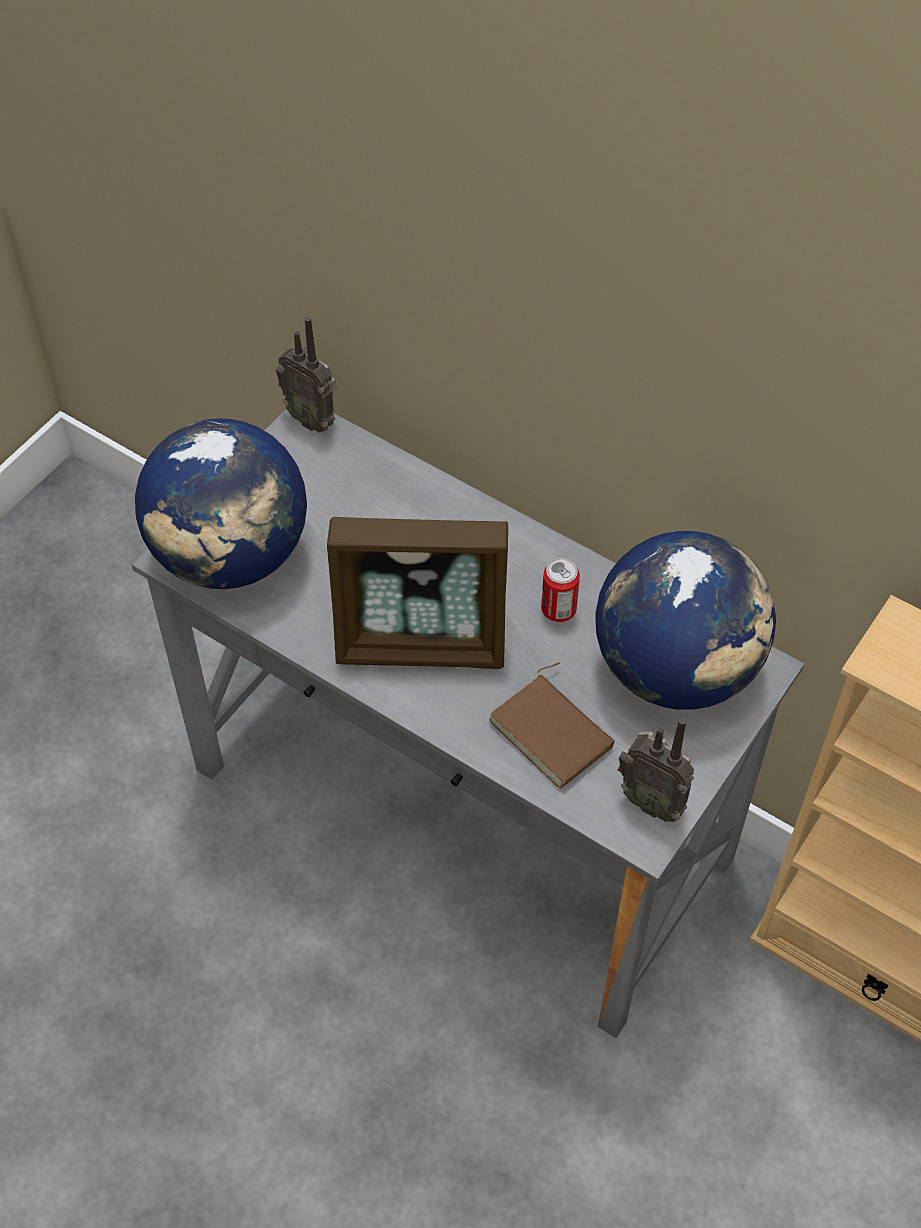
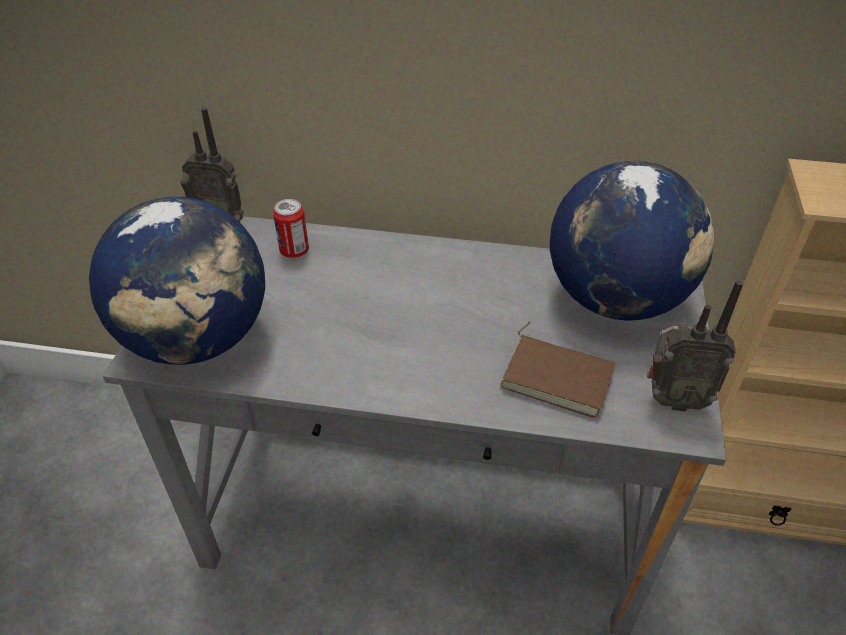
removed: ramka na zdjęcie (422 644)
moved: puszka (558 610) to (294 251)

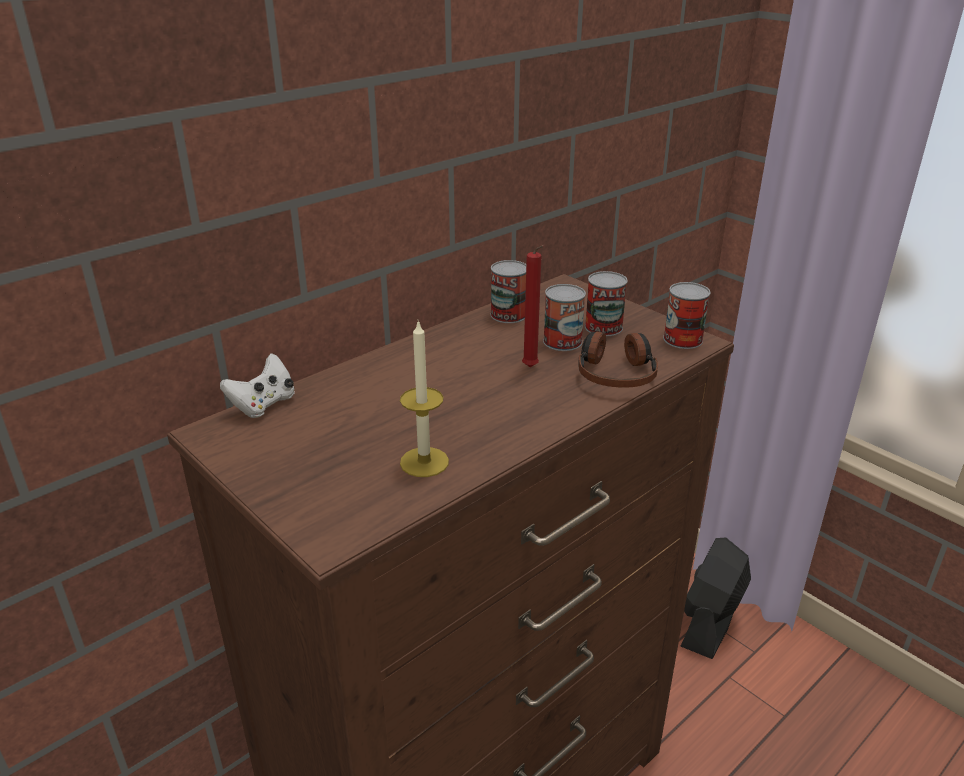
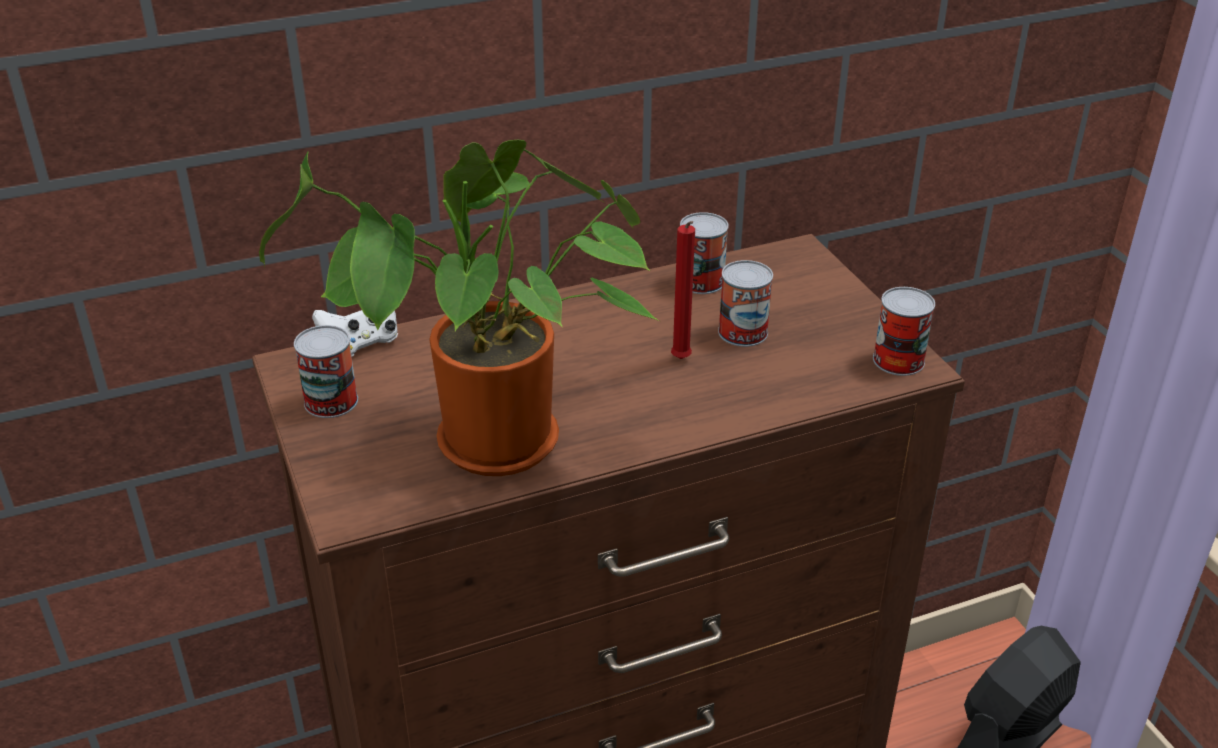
removed: słuchawki (615 372)
moved: puszka (603 327) to (331 401)
replaced: świeca (424 462) to roślina doniczkowa (489 451)

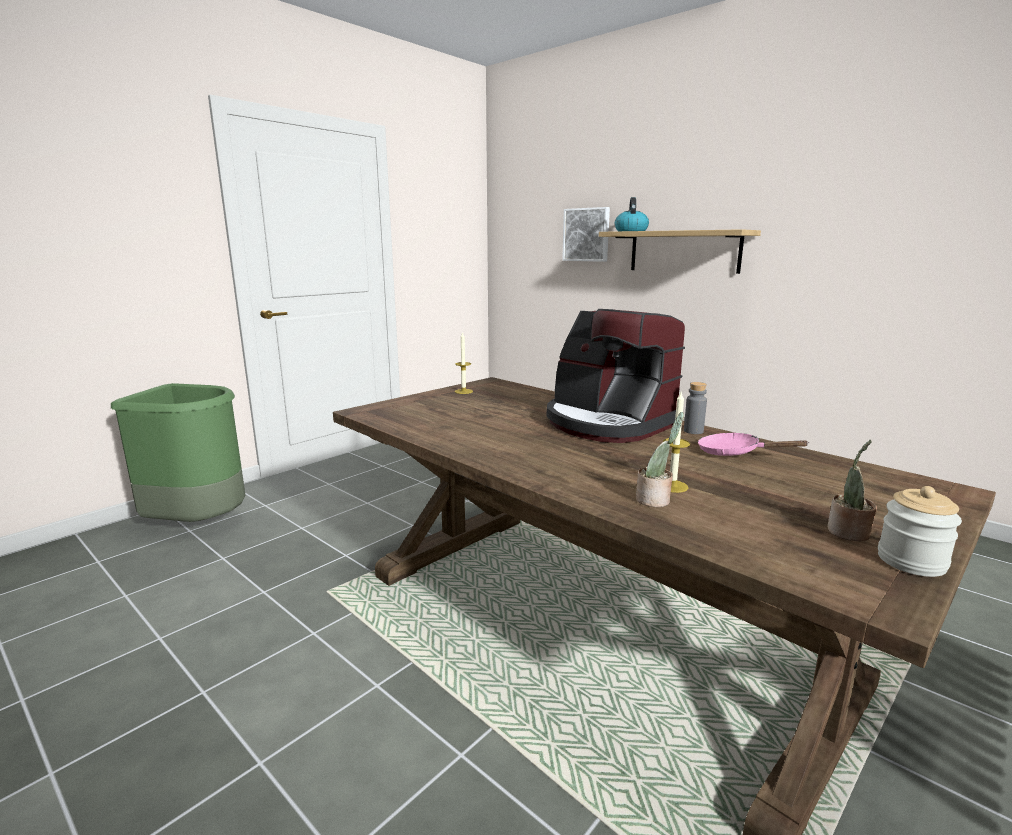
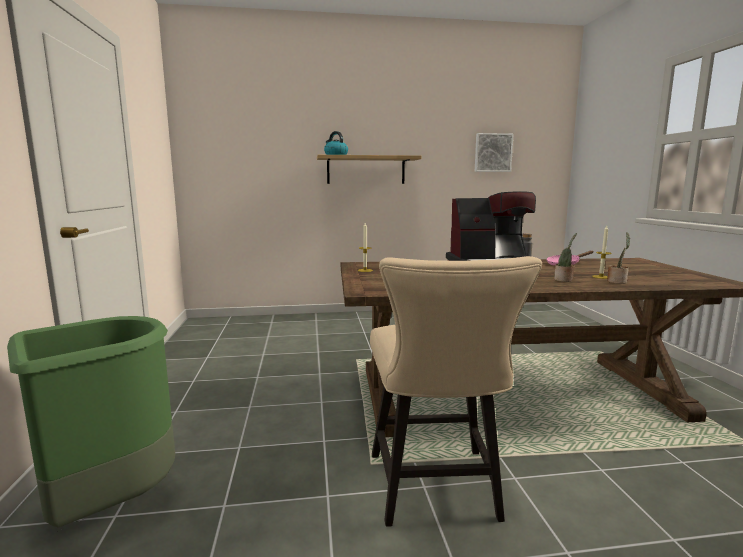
removed: słoik (911 561)
added: krzesło/beżowy (436 492)
moved: obraz (587 234) to (492 153); roślina doniczkowa (848 533) to (564 280)

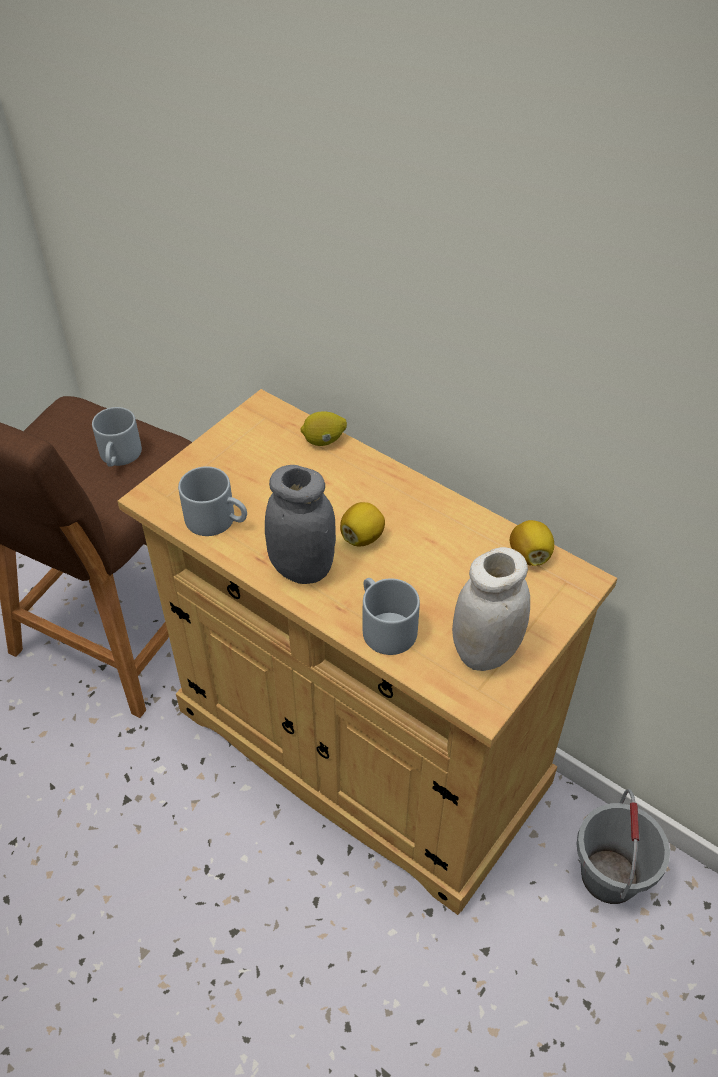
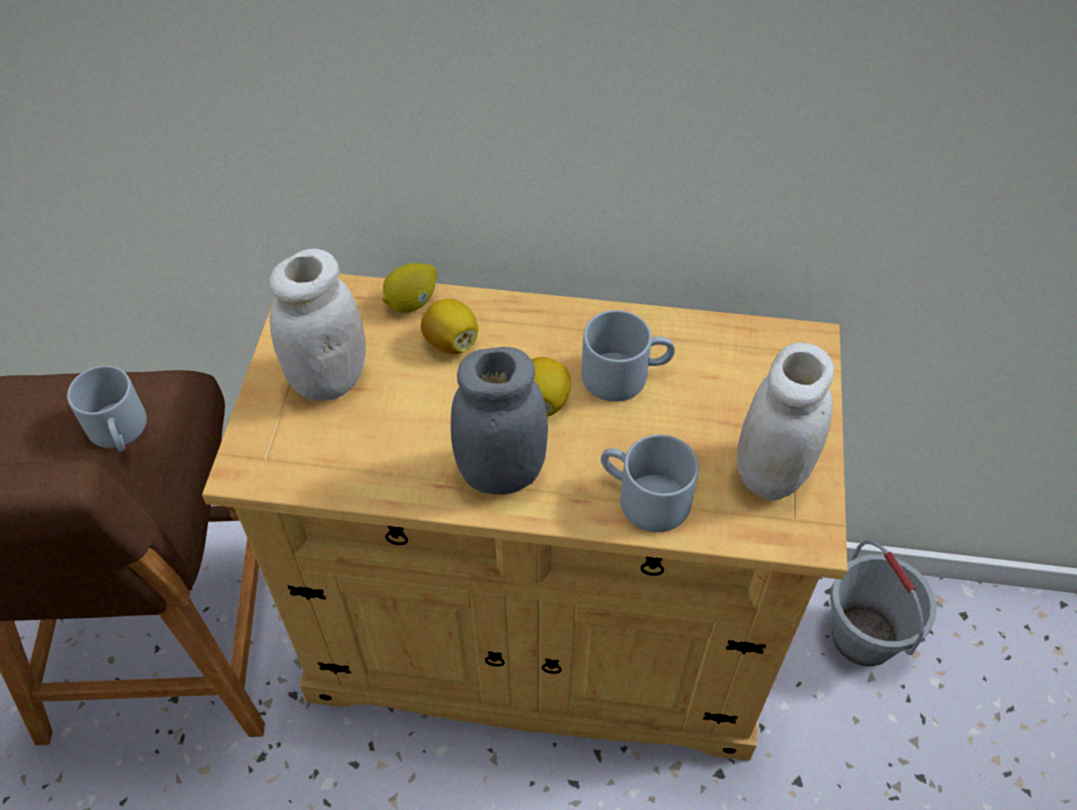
added: słoik/biały (329 379)
moved: cytryna (529 555) to (451 342); kubek/szary (218 520) to (625 373)

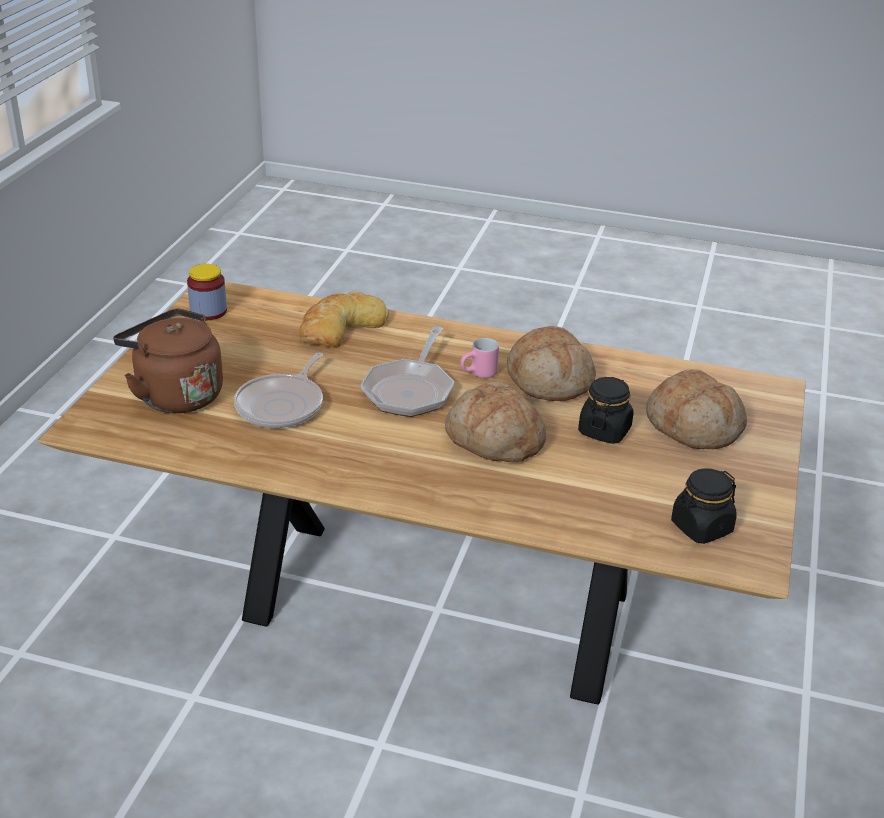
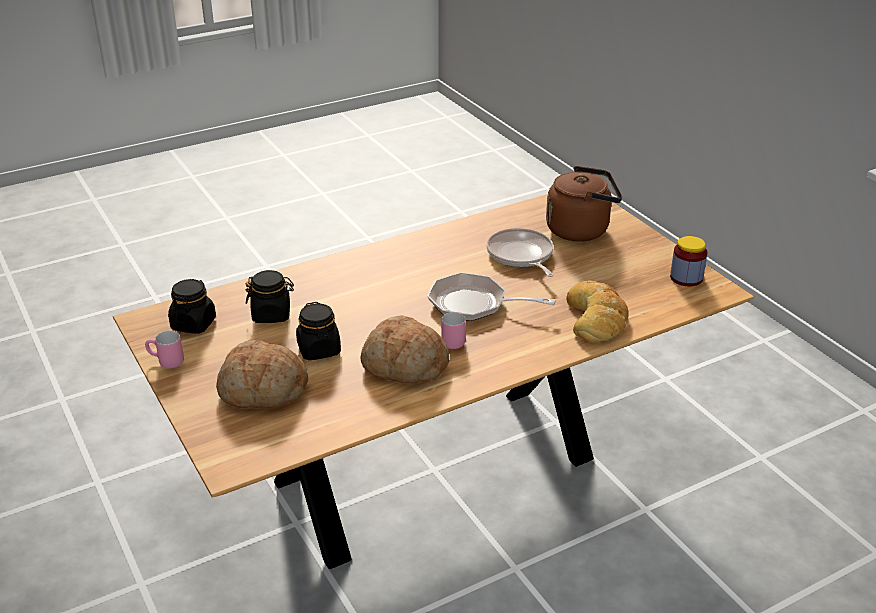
removed: chleb (494 439)
added: kubek/różowy (165 362); słoik/czarny (271 314)
turned: patelnia (410 390) = (474 304) 45 degrees counterclockwise

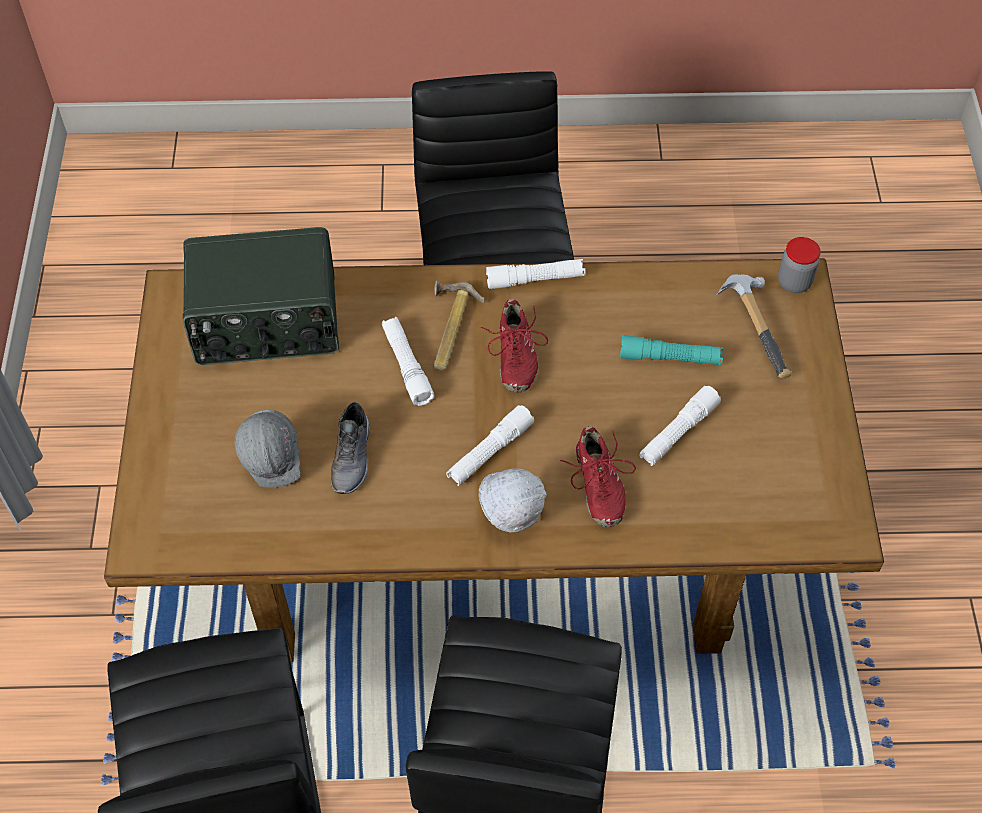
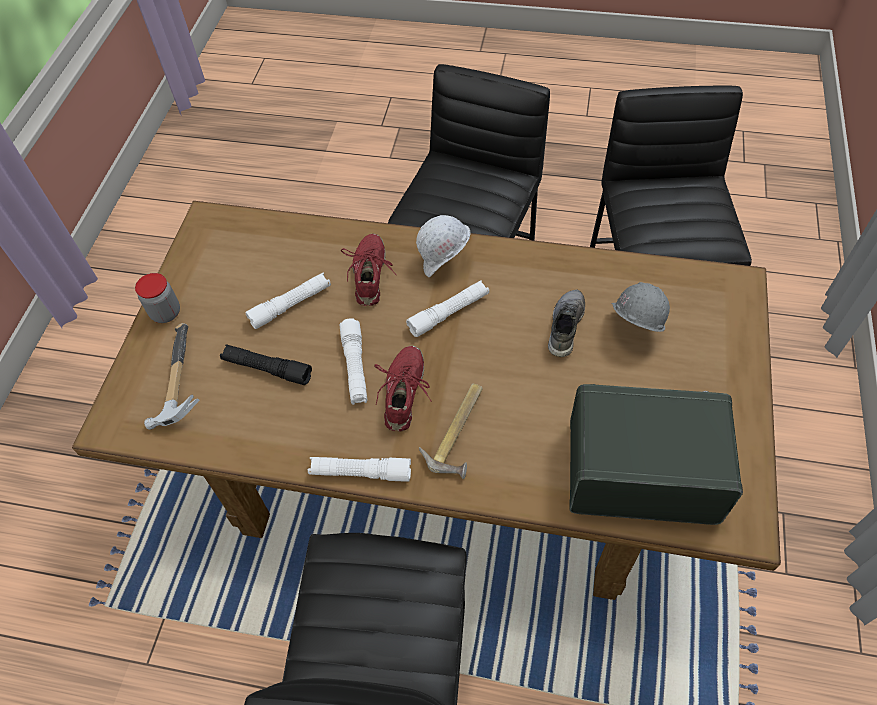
moved: słoik (794 282) to (166 313); latarka/biały (407 366) to (355 367)
recoloured: latarka/turkusowy (670 358) to latarka/czarny (267 369)

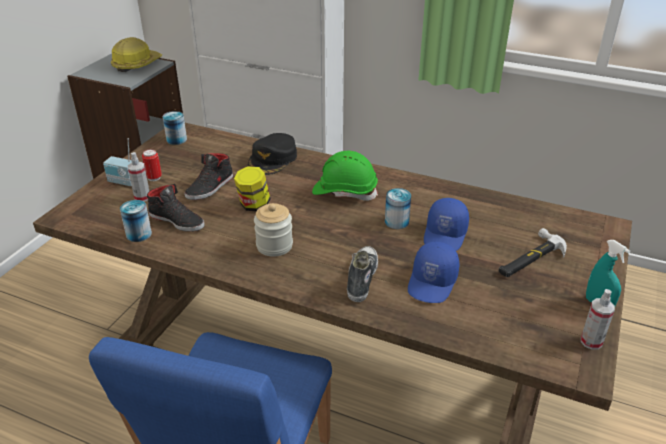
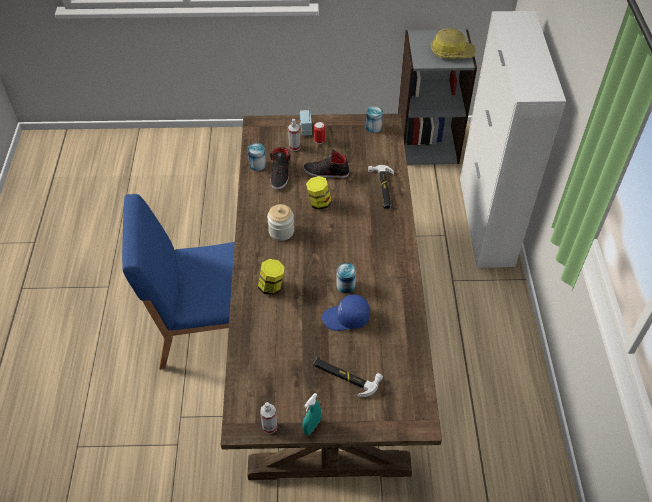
removed: kask/zielony (344 191); czapka z daszkiem/niebieski (433 282)
replaced: but (361 278) to słoik (272 286); czapka z daszkiem/czarny (273 159) to młotek (383 188)

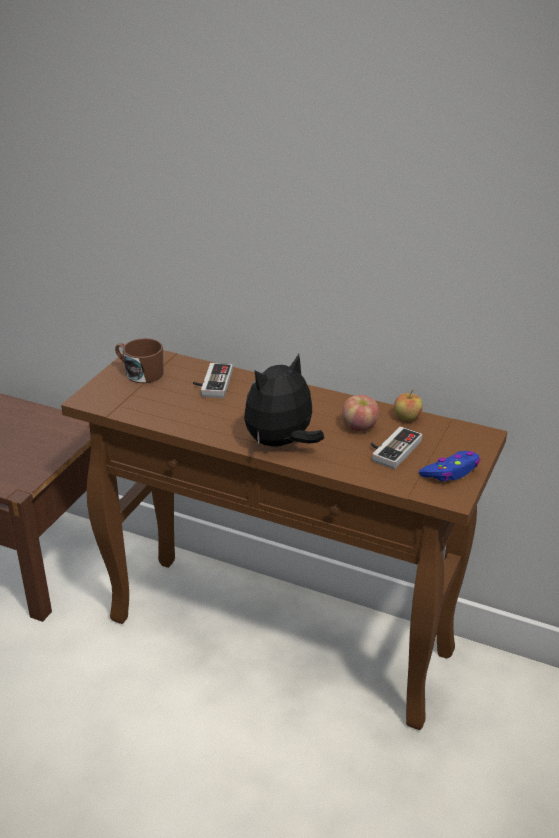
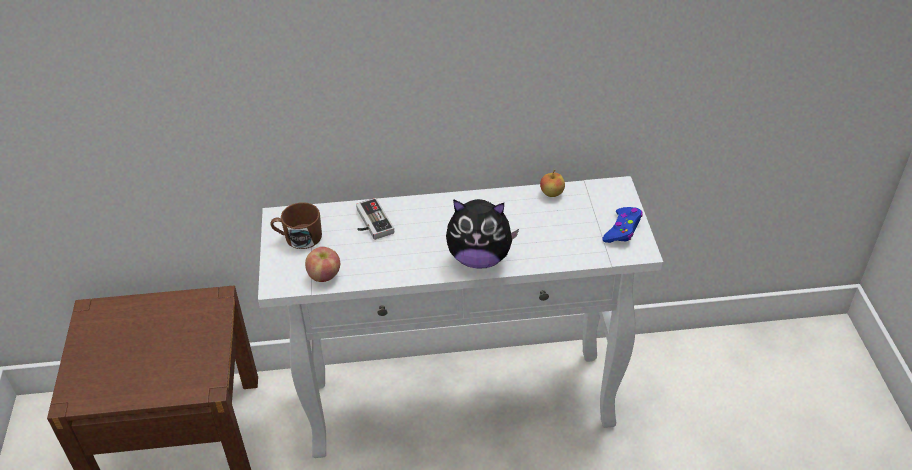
removed: pad do gier (391 449)
moved: jabłko (359 427) to (324 275)
recoloured: stolik konsolowy/brązowy (282 637) to stolik konsolowy/biały (462 403)
turned: pluszak (281 444) = (479 258) 105 degrees counterclockwise

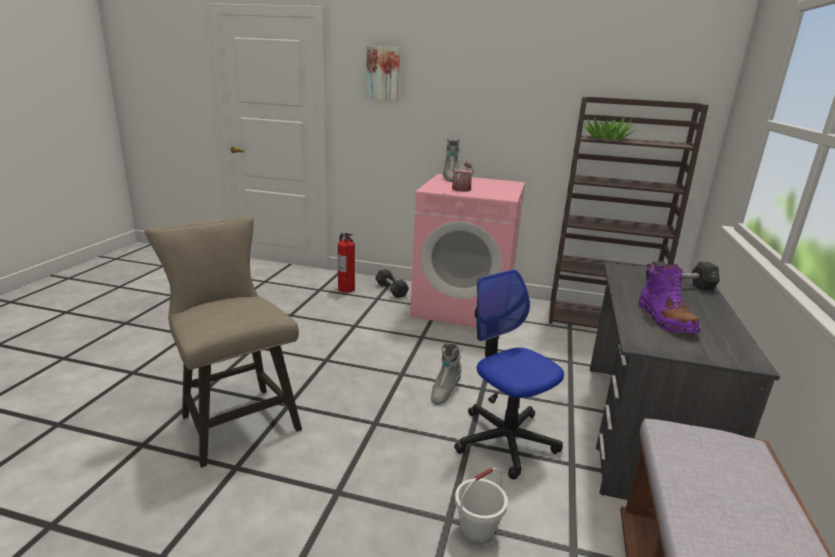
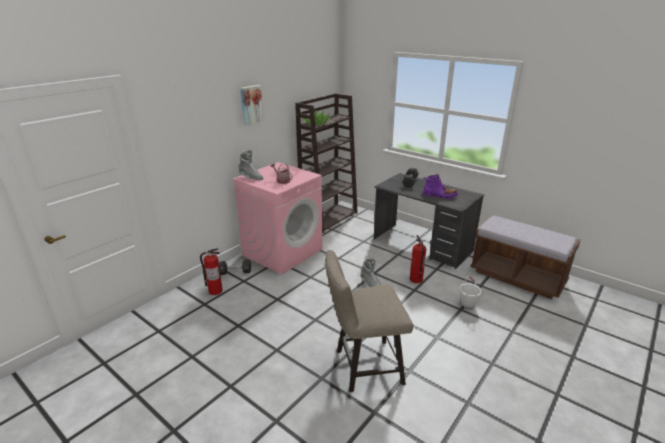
moved: obraz (383 73) to (251 104)
replaced: krzesło biurowe (505 440) to gaśnica (416 279)

